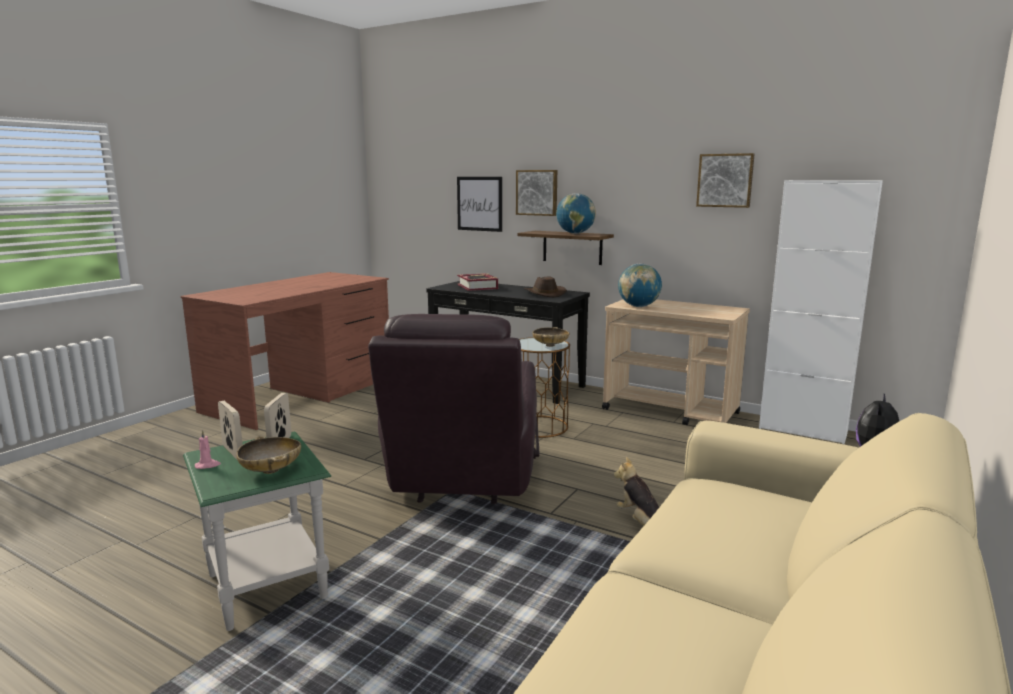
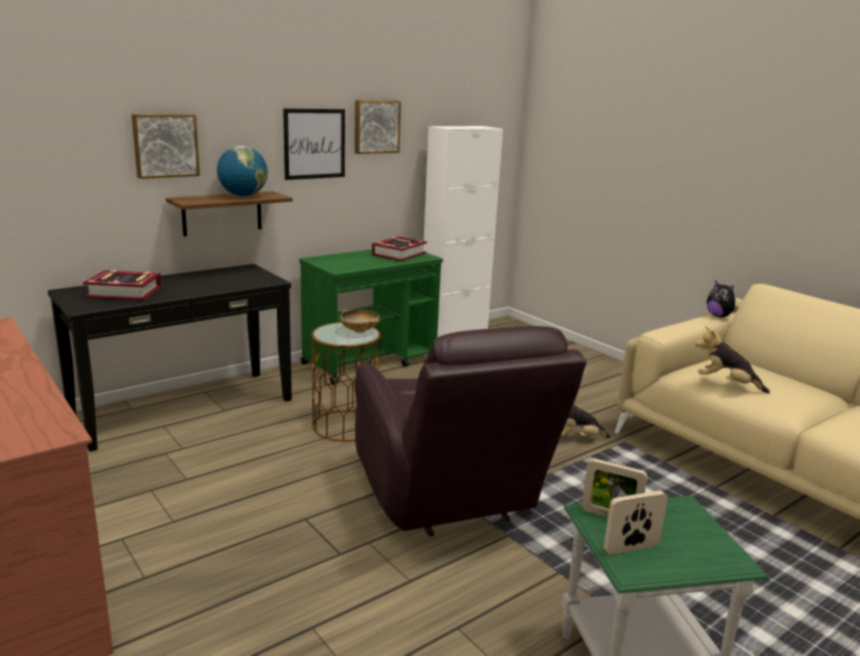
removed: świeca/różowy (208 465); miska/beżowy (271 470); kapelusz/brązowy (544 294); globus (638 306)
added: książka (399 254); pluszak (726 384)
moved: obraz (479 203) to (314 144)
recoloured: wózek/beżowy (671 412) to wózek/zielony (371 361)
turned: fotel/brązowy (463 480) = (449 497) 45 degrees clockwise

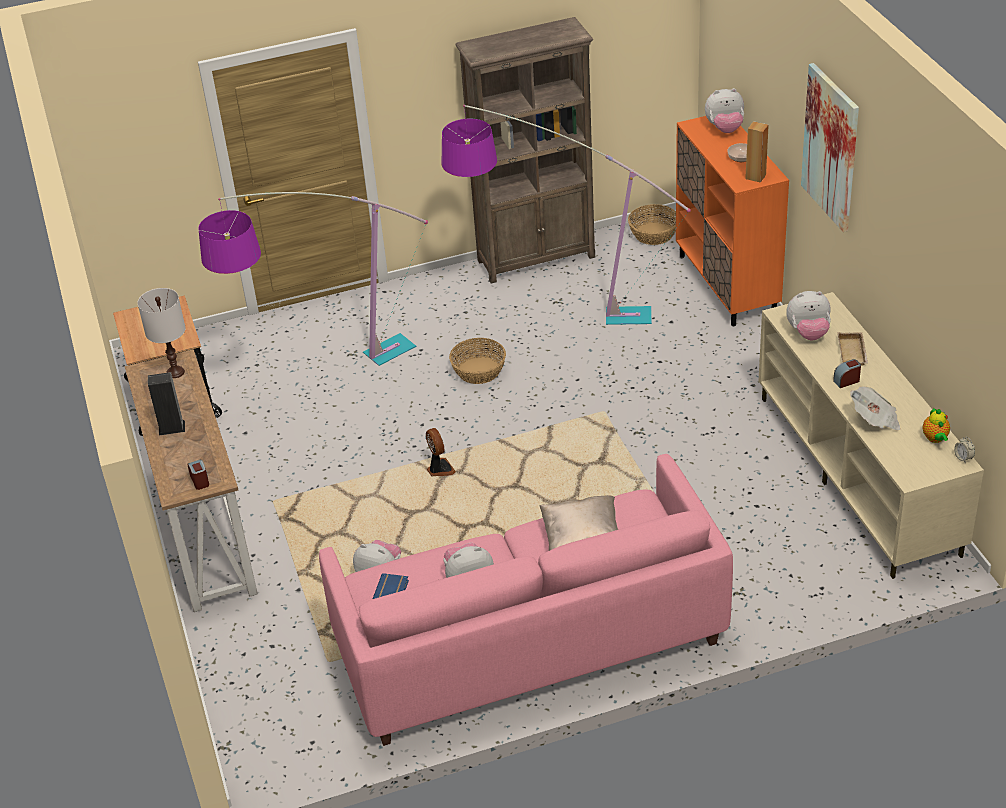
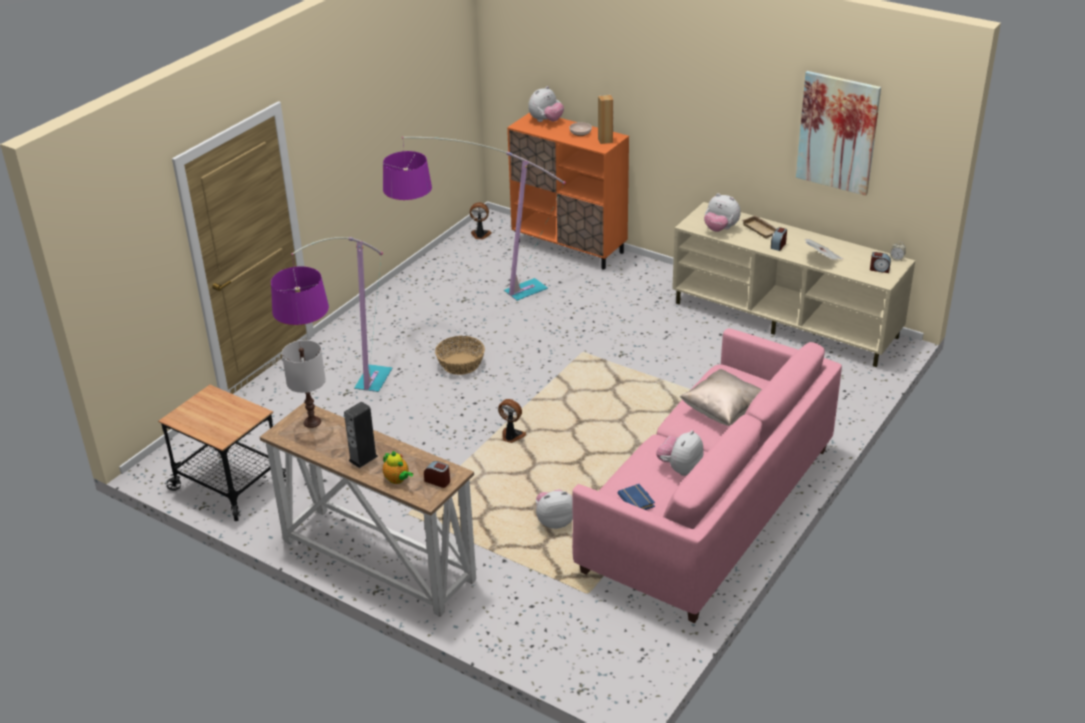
removed: regał/brązowy (537 258)
added: budzik (879 269)
moved: imbryk (935 438) to (397 480); obraz (830 147) to (837 133)
replaced: koszyk (653 234) to wentylator (480 235)
turned: pluszak (808 333) = (720 229) 75 degrees clockwise

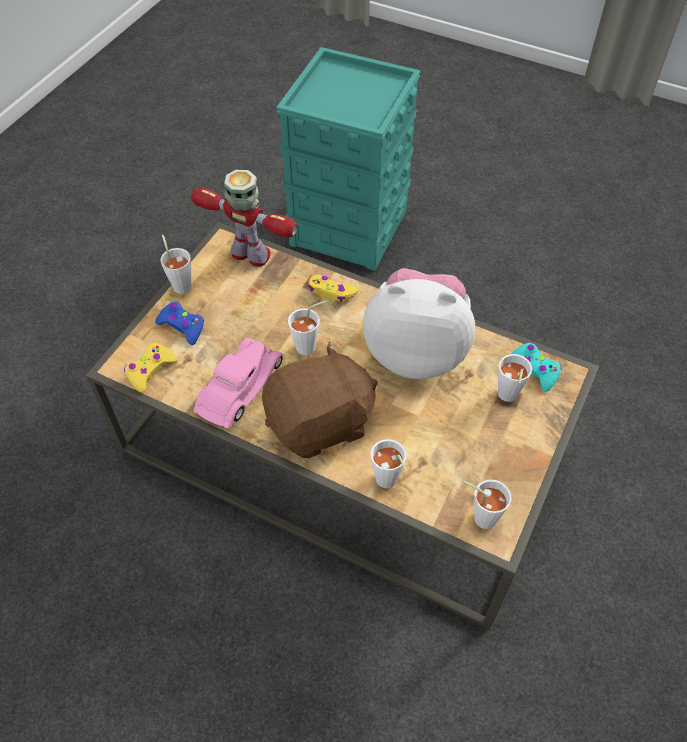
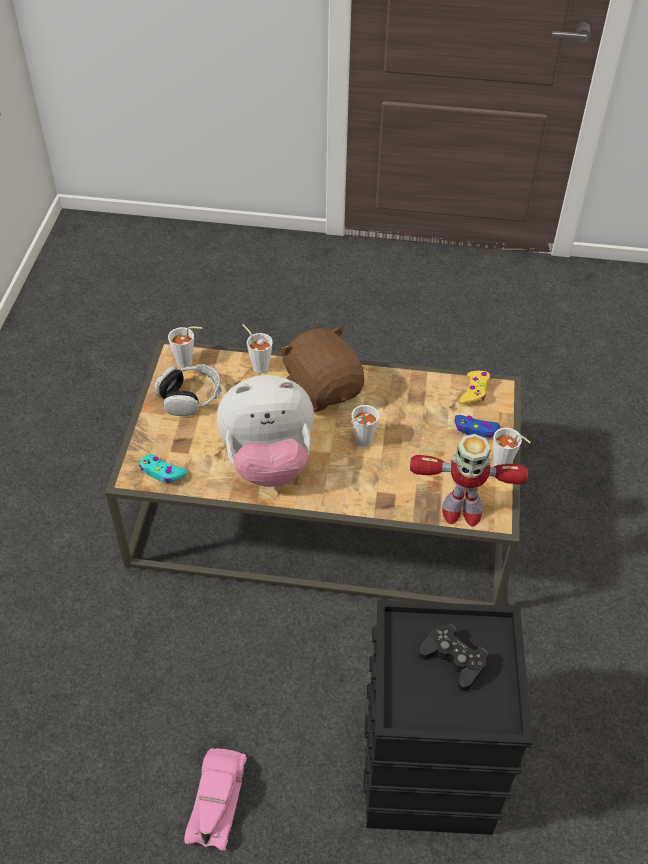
removed: pad do gier/żółty (331 292); filiżanka/biały (506 397)
added: słuchawki (190 397); pad do gier/czarny (453 660)
moved: samochodzik/różowy (239 387) to (217 800)
recoloured: pojemnik do przechowywania/turkusowy (350 227) to pojemnik do przechowywania/czarny (426 771)
turned: pluszak/brązowy (320 423) = (323 389) 105 degrees clockwise

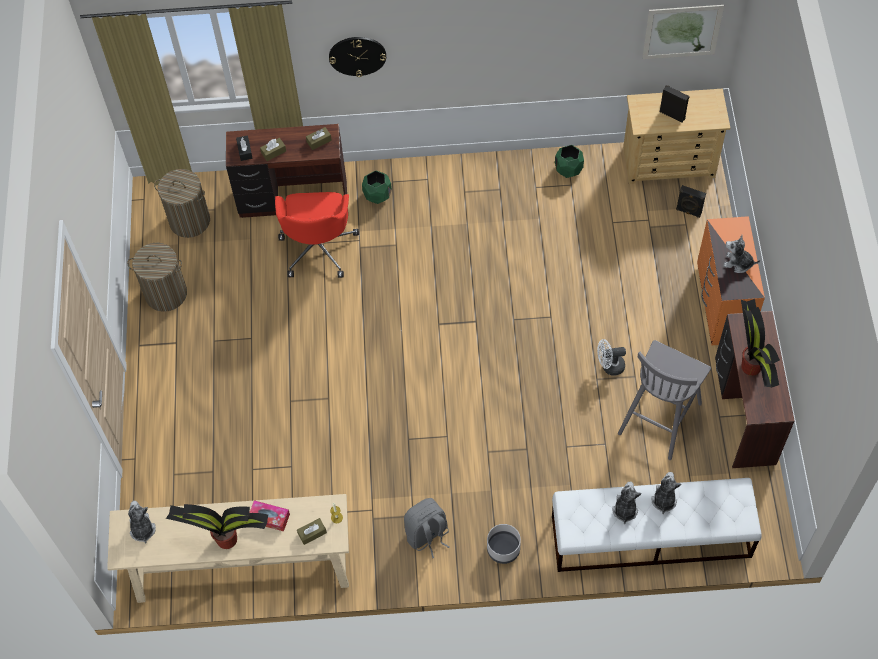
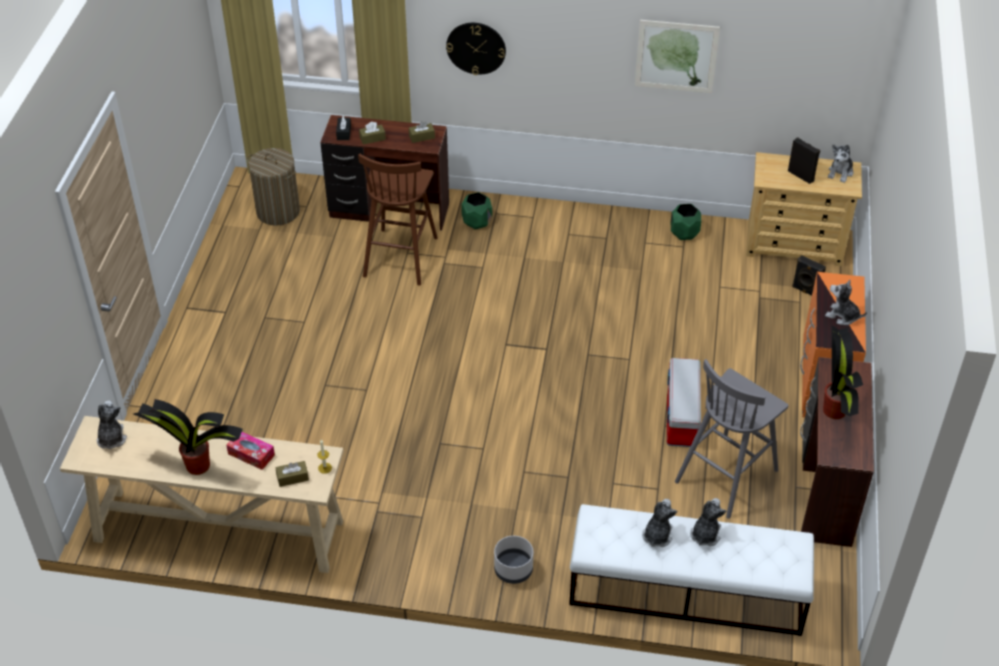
removed: kosz na pranie (166 293); plecak/szary (427 535)
added: pluszak (840 172)
moved: obraz (682 31) to (676 56)
replaced: krzesło biurowe/czerwony (318 247) to stołek/brązowy (401 256); wentylator/biały (609 366) to pojemnik do przechowywania (682 416)

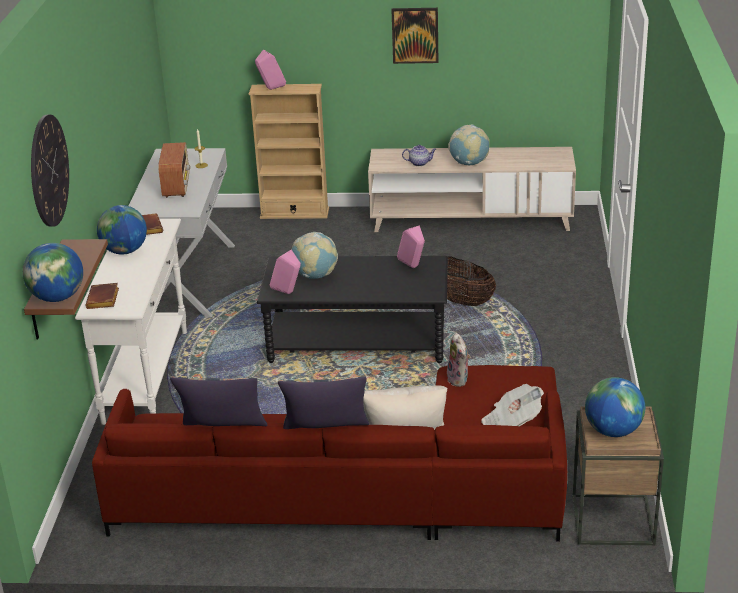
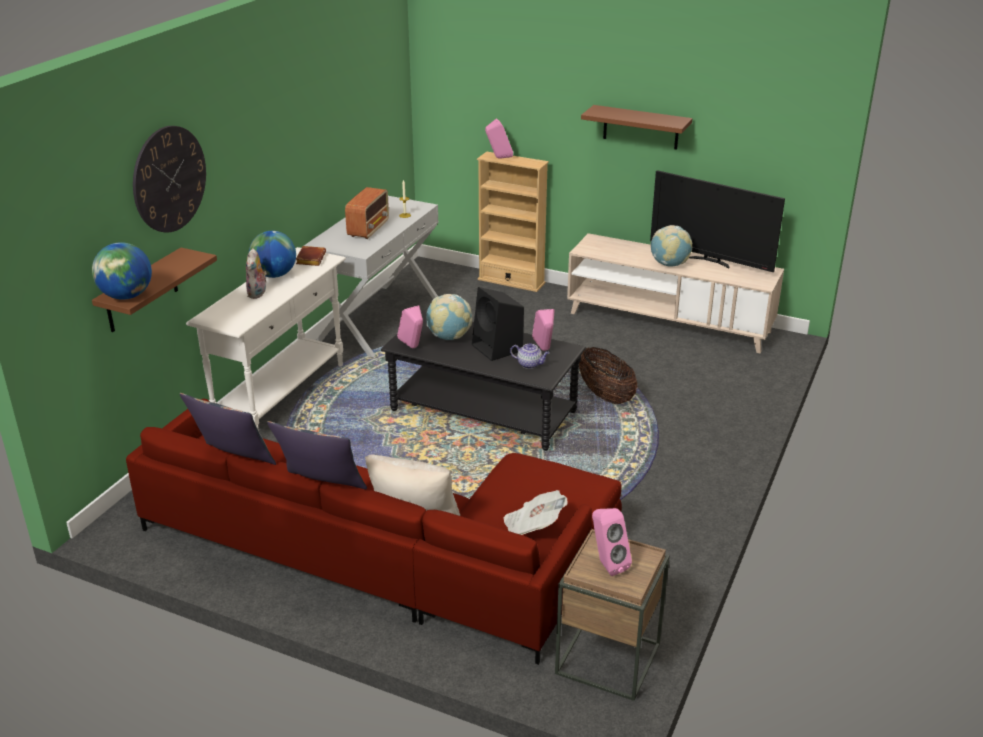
removed: książka/brązowy (104 300)
added: głośnik/czarny (498 348); telewizor (710 261)
moved: pluszak (459 380) to (258 294); imbryk (419 163) to (530 364)
replaced: obraz (415 35) to półka/brązowy (641 127); globus (613 431) to głośnik/różowy (607 564)

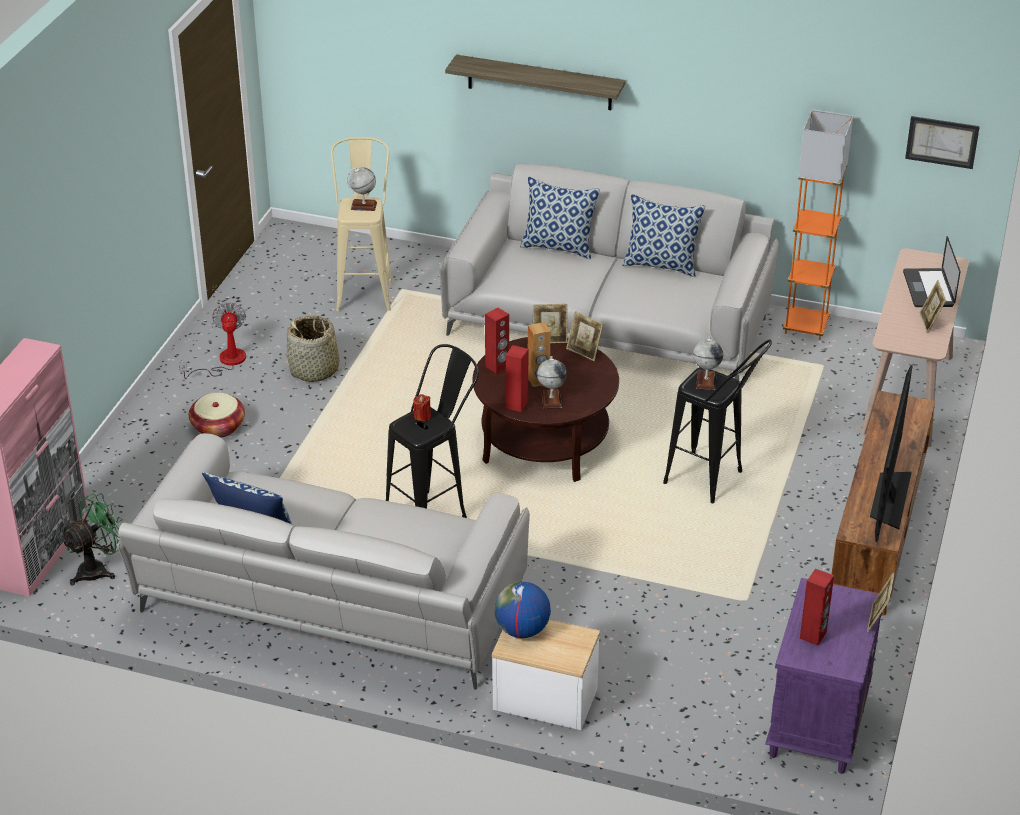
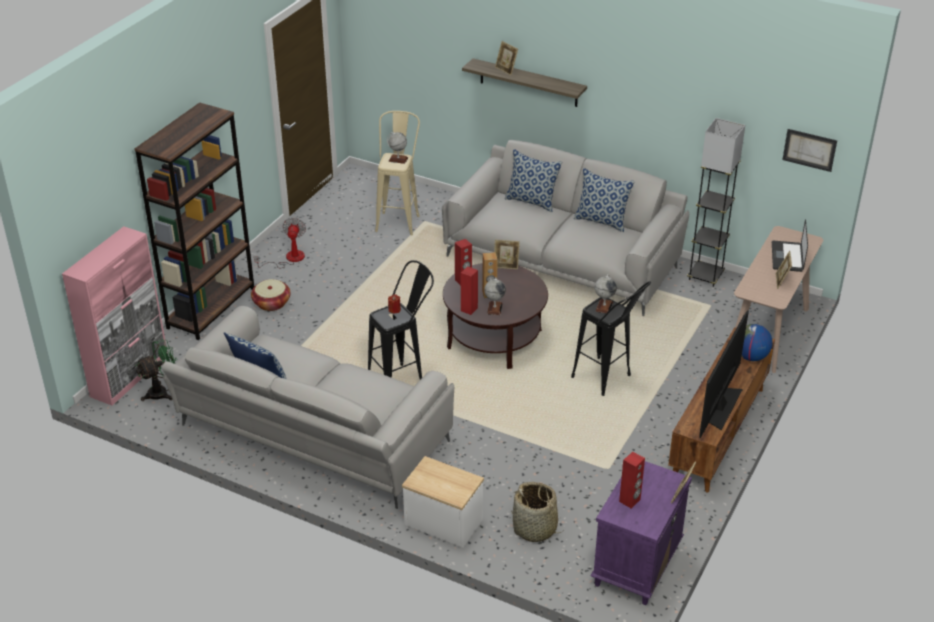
added: regał/brązowy (211 308)
moved: ramka na zdjęcie (584 352) to (506 70); koszyk (314 370) to (535 528); globus (522 630) to (750 357)
recoloured: lampa stojąca/pomarańczowy (806 326) to lampa stojąca/szary (705 276)

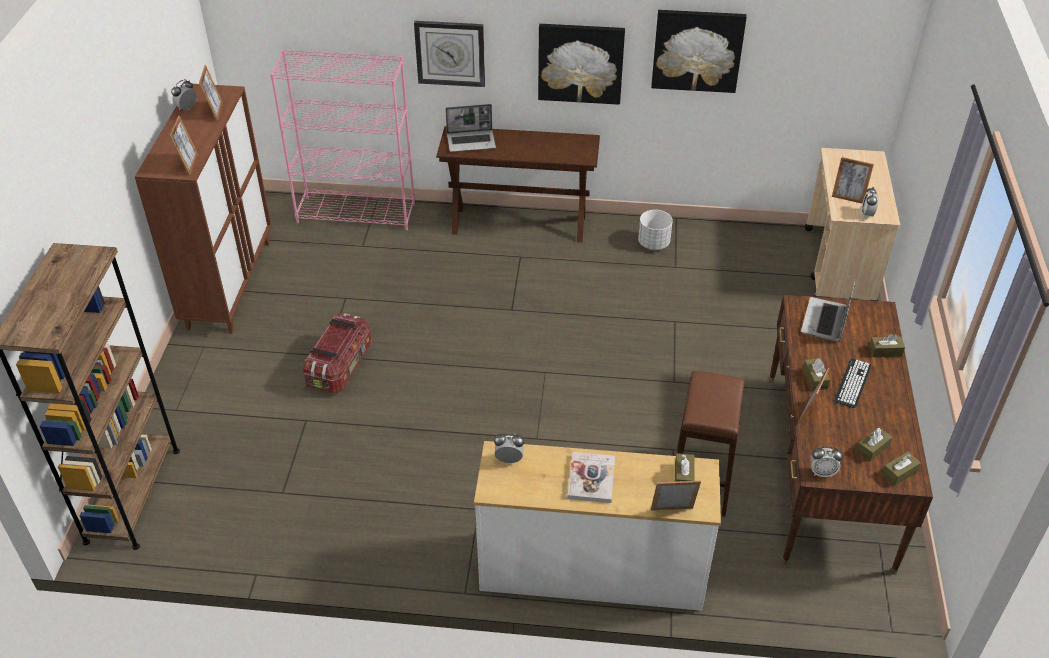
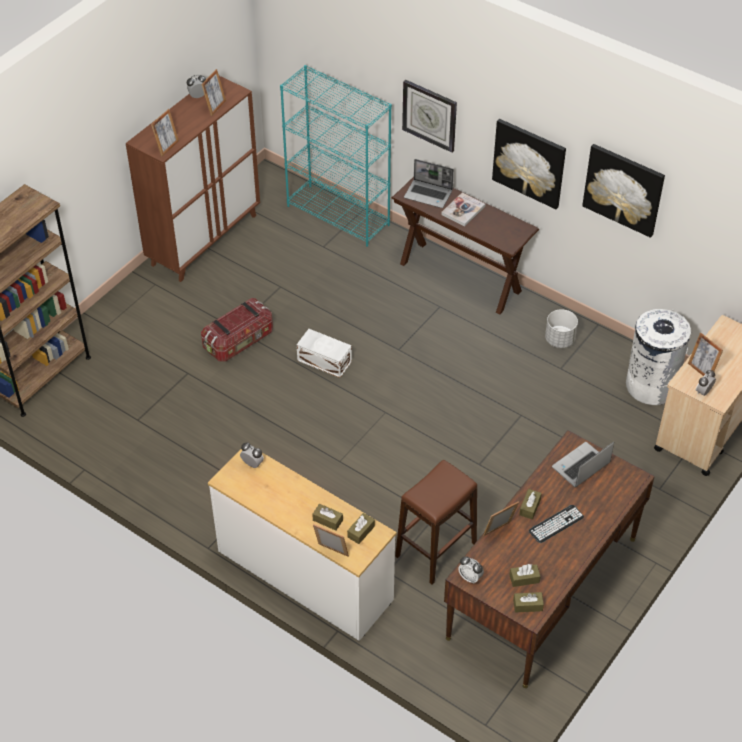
added: pojemnik do przechowywania/biały (324 360); kosz na śmieci/biały (651 385)
moved: pudełko chusteczek/brązowy (885 351) to (327 520); książka (591 478) to (463 210)
recoloured: regał/różowy (357 213) to regał/turkusowy (339 215)

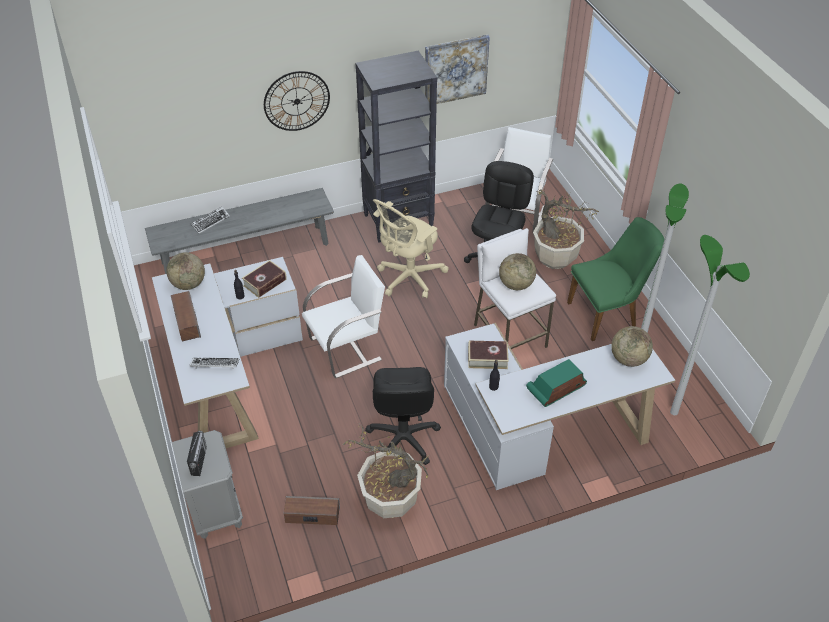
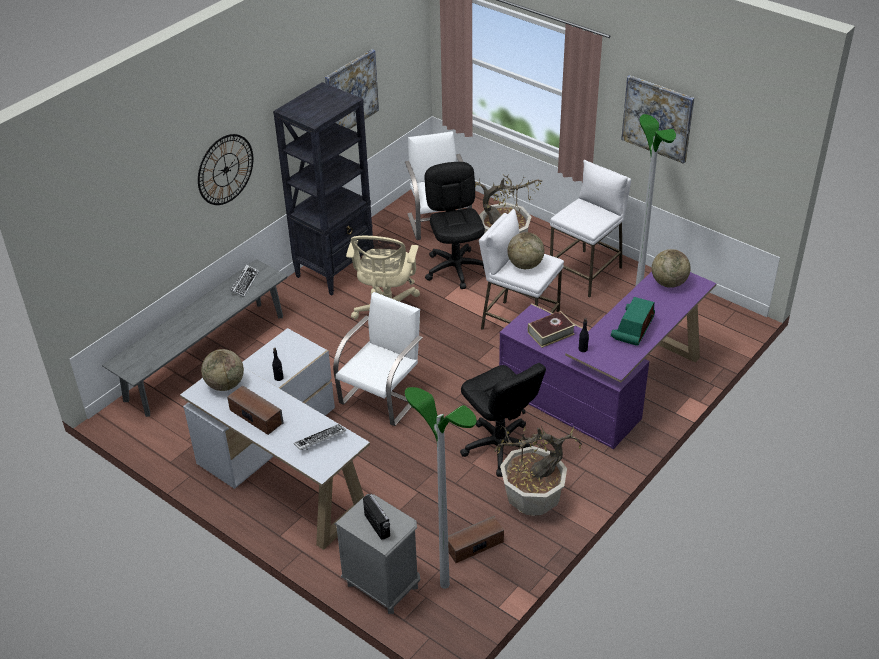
removed: książka (265 282)
added: obraz (657 118)
moved: klawiatura (210 222) to (245 283); lampa stojąca (674 412) to (445 584)
replaced: krzesło/zielony (608 314) to stołek/biały (586 273)
recoloured: biurko/biały (539 431) to biurko/fioletowy (608 389)

